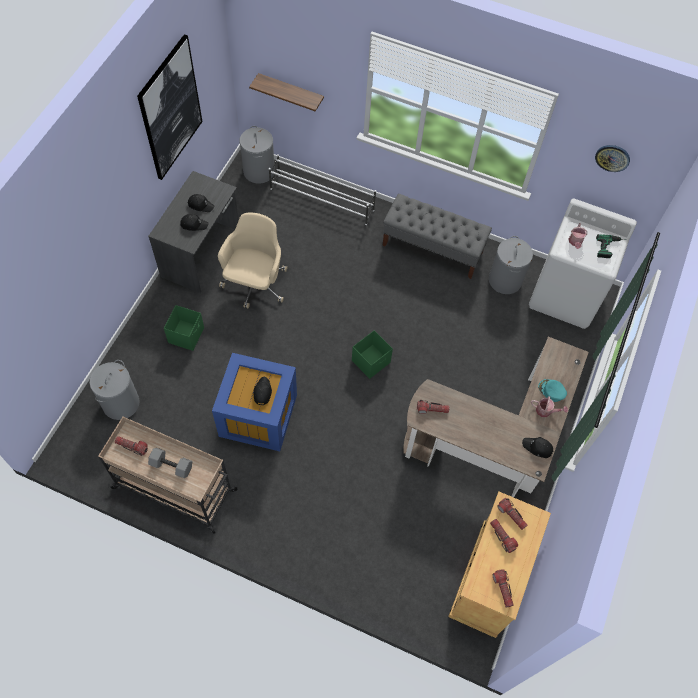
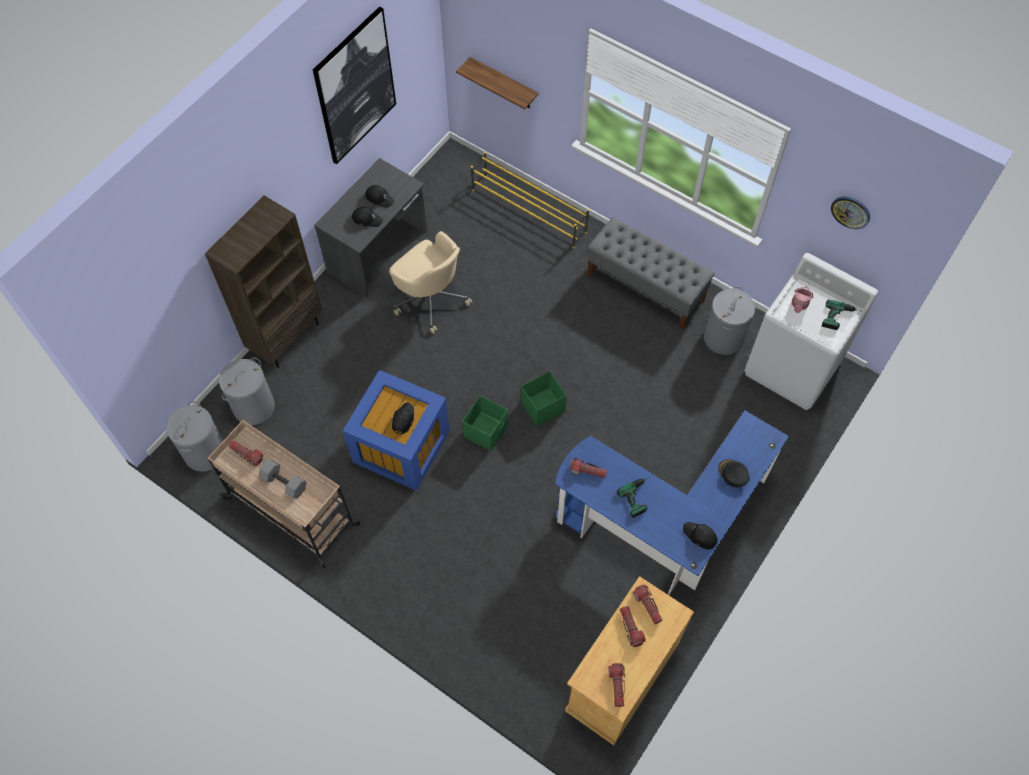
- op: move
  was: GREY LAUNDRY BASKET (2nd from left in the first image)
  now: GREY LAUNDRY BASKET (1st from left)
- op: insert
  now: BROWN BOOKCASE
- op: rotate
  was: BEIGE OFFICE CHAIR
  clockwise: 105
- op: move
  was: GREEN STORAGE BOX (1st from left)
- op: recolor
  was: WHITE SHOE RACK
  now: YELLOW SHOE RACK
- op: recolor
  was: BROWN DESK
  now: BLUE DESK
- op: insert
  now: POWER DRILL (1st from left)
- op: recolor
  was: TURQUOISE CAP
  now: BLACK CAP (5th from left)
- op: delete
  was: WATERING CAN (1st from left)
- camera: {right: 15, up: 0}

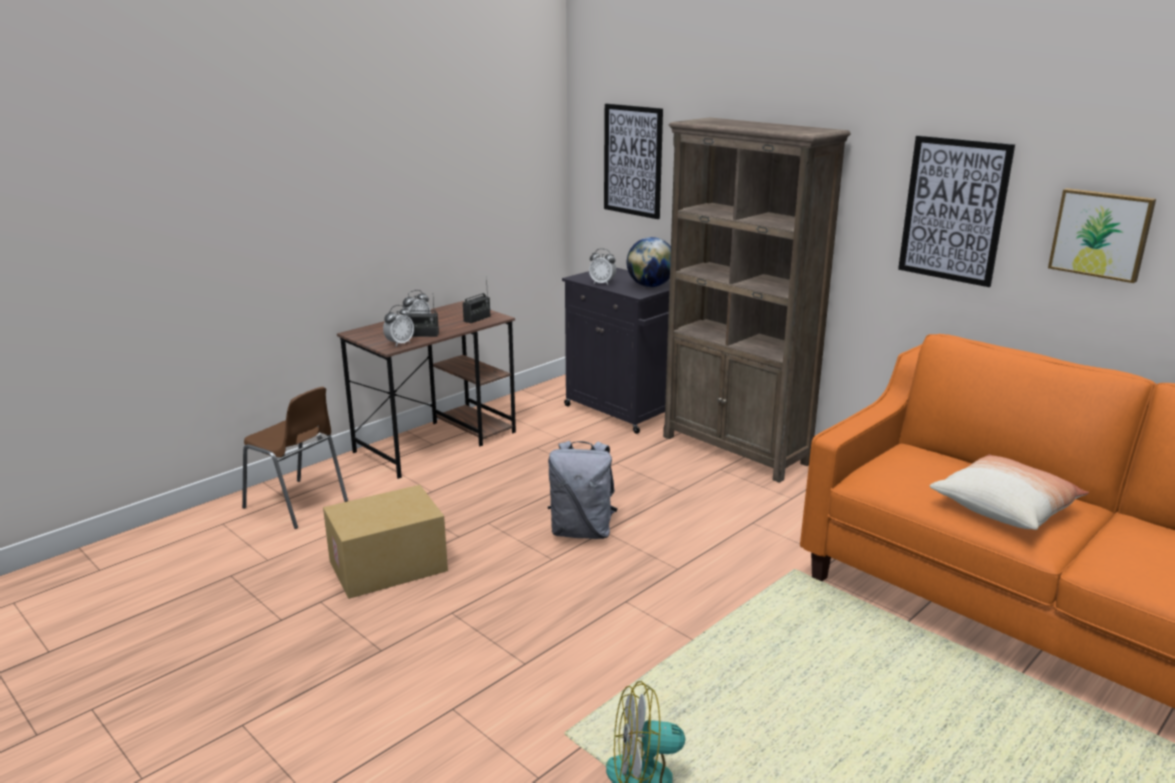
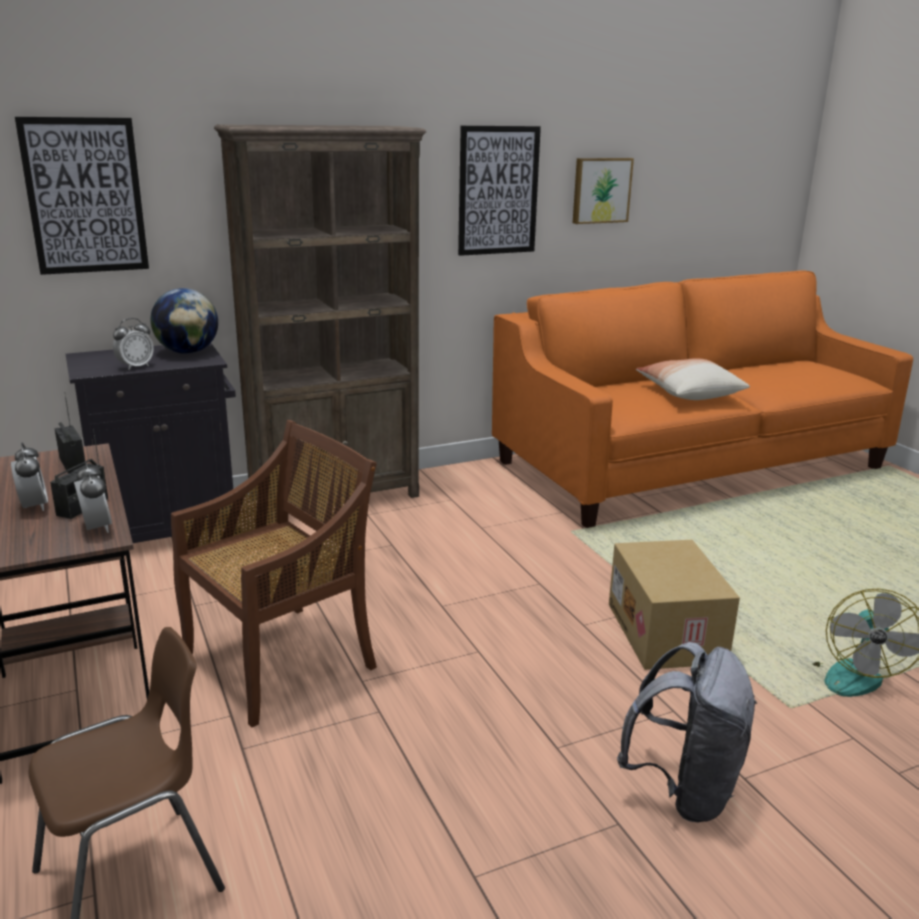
- op: insert
  now: BROWN CHAIR (2nd from left)
- op: move
  was: CARDBOARD BOX
- op: move
  was: GREY BACKPACK
- camera: {right: -70, up: 0}

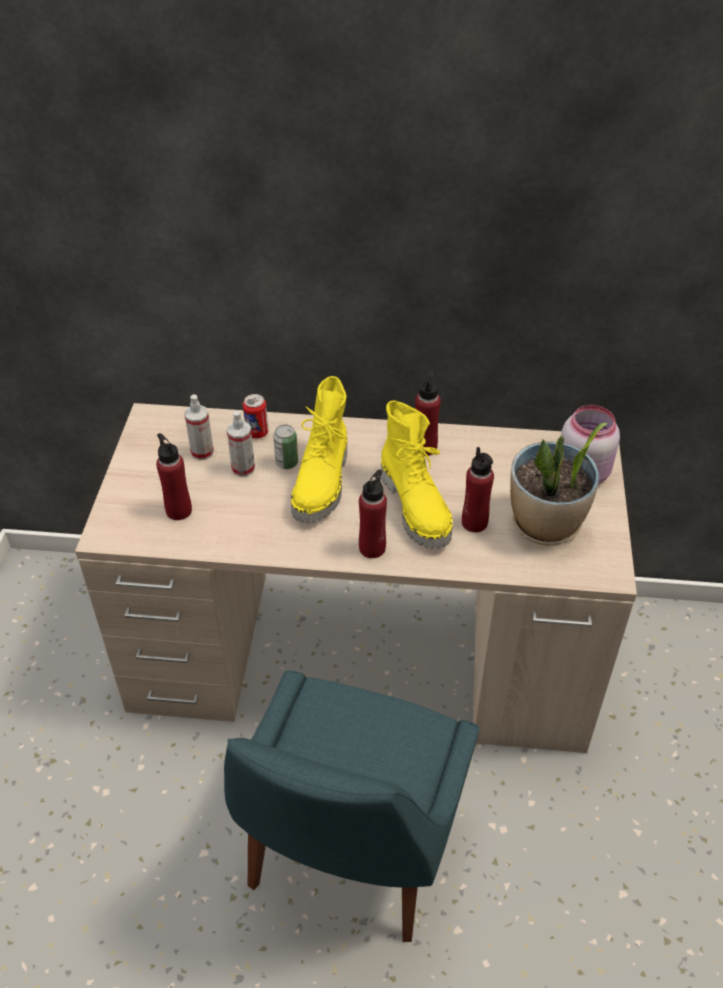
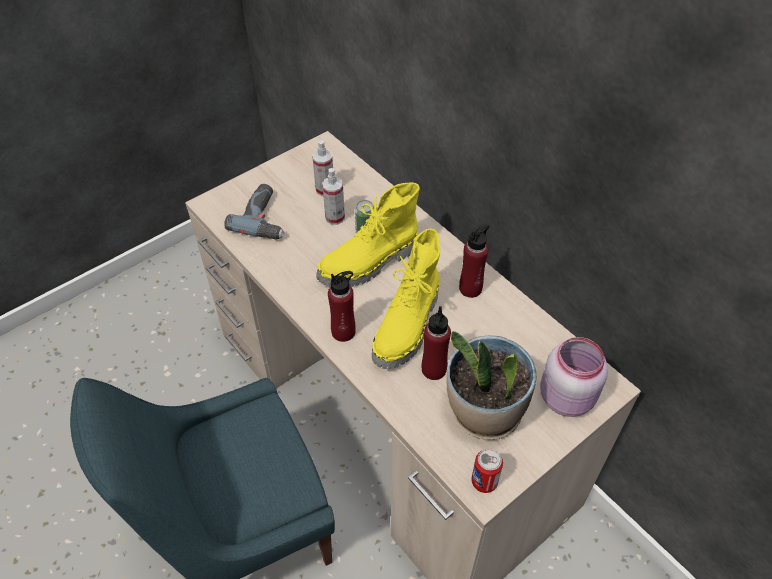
- op: replace
  was: RED BOTTLE (1st from left)
  now: POWER DRILL
- op: move
  was: CAN (1st from left in the first image)
  now: CAN (2nd from left)
- camera: {right: 45, up: 5}

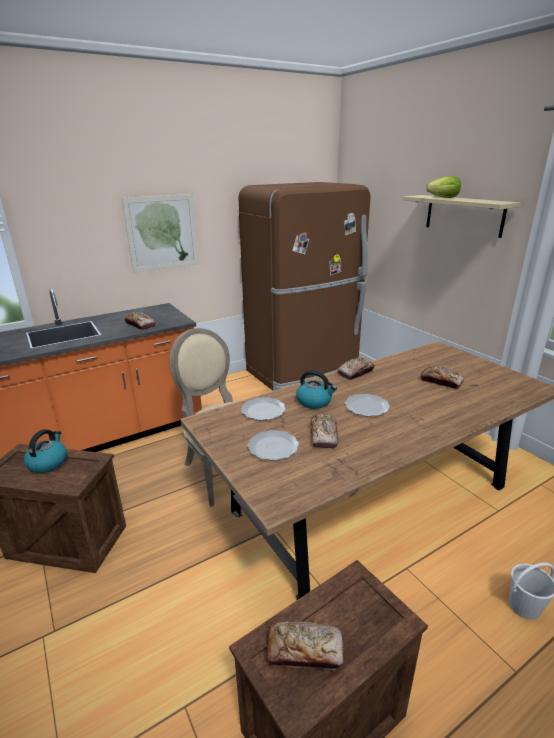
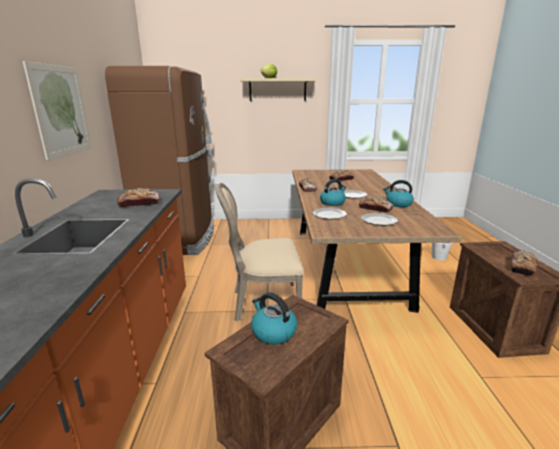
- op: insert
  now: KETTLE (3rd from left)
- camera: {right: -60, up: -5}

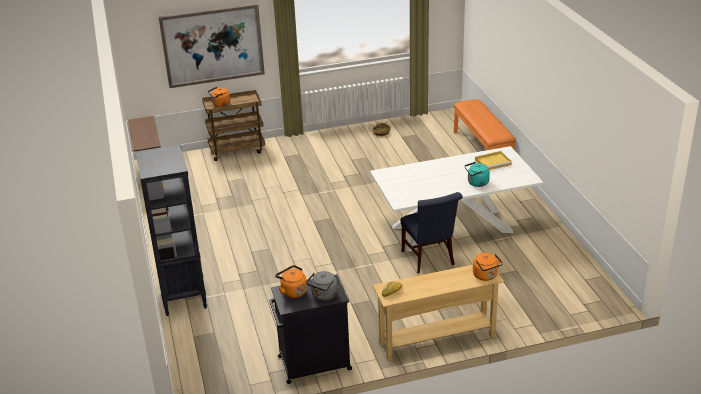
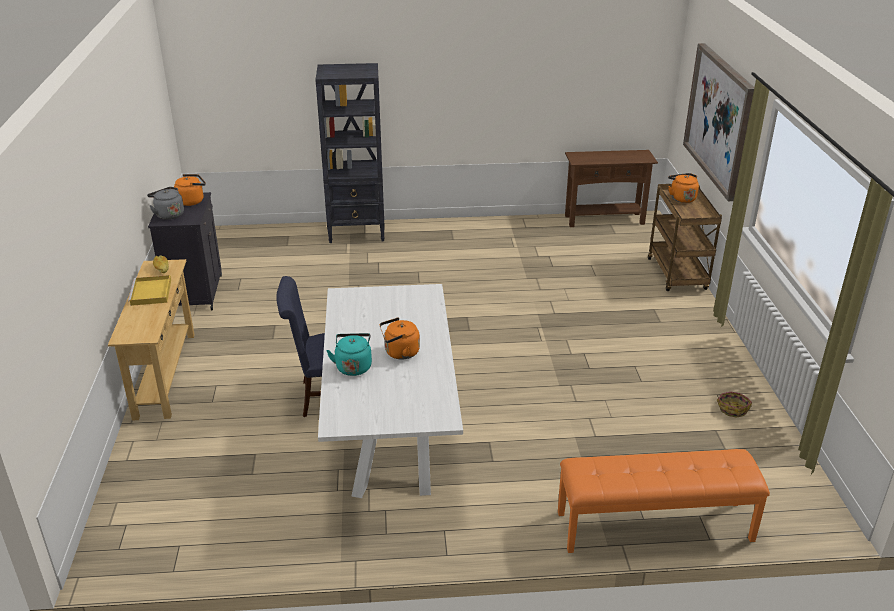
- op: move
  was: YELLOW TRAY
- op: move
  was: ORANGE KETTLE (3rd from left in the first image)
  now: ORANGE KETTLE (2nd from left)
- camera: {right: 100, up: 0}

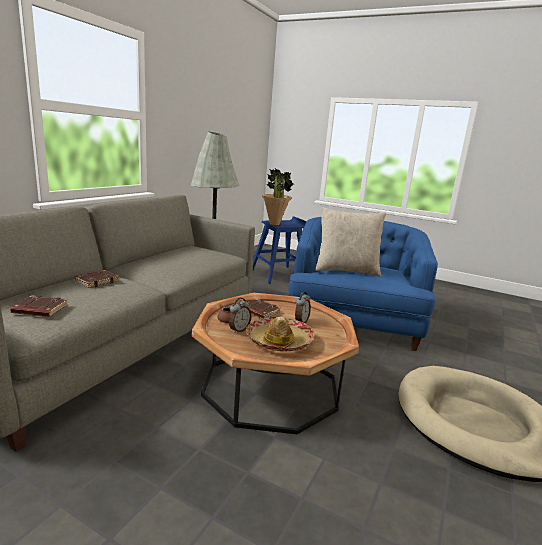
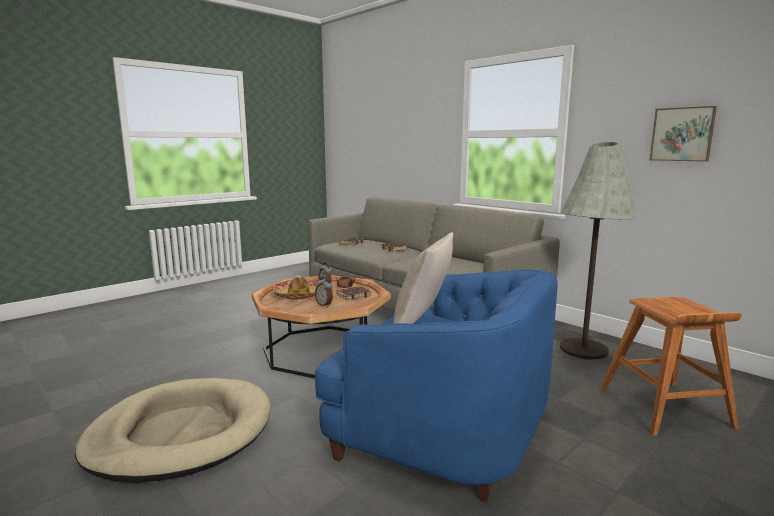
- op: recolor
  was: BLUE STOOL
  now: BROWN STOOL
- op: insert
  now: PICTURE
- op: delete
  was: POTTED PLANT
- camera: {right: 110, up: -5}

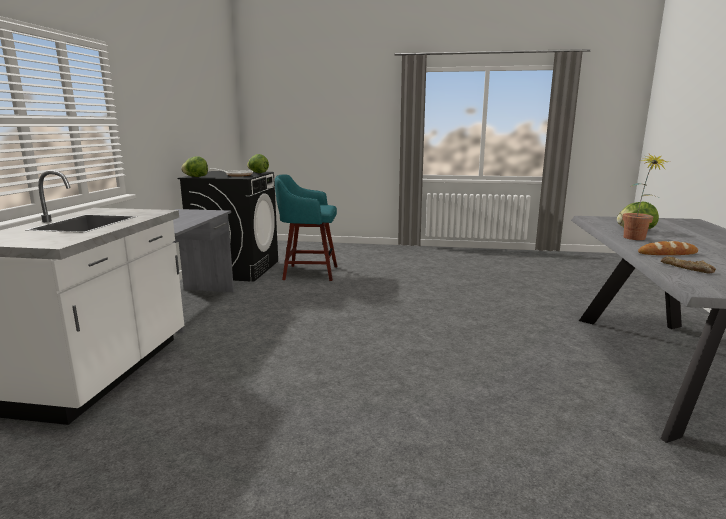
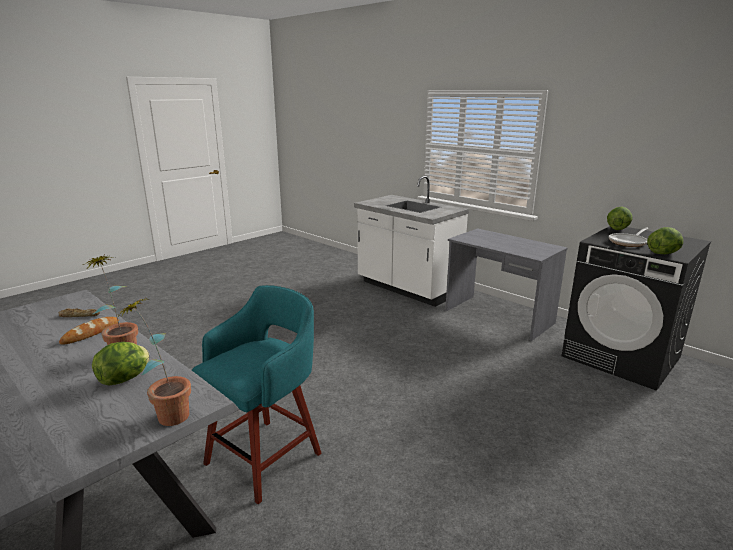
- op: insert
  now: POTTED PLANT (2nd from left)
- op: move
  was: TURQUOISE STOOL
- camera: {right: 125, up: 5}

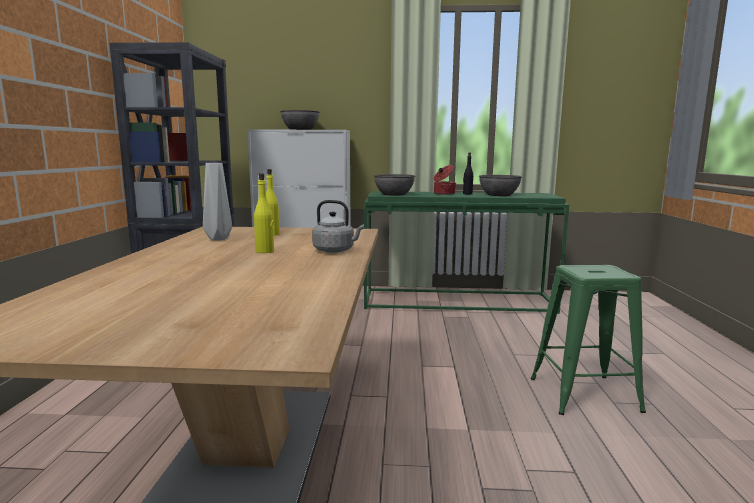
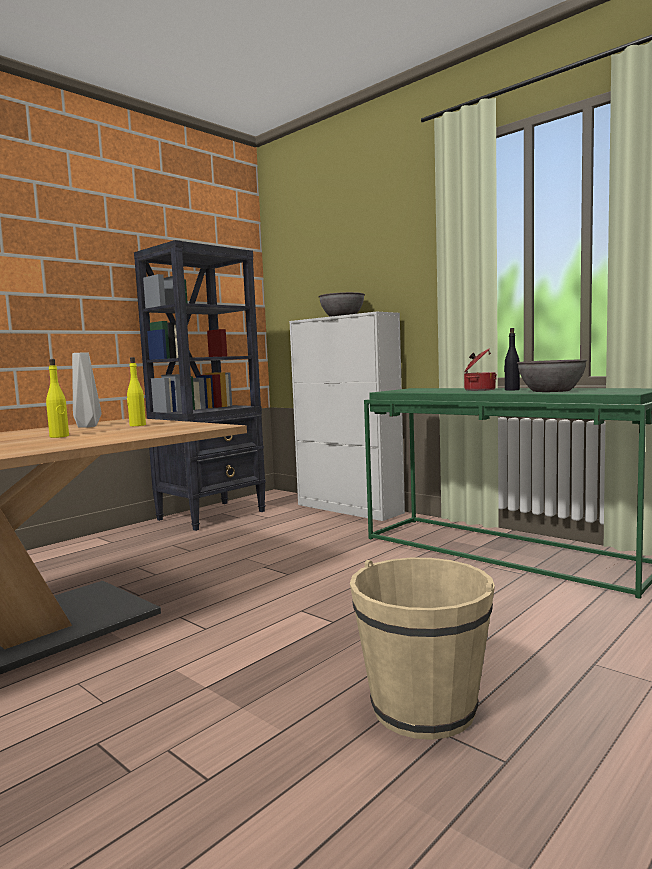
- op: replace
  was: GREEN STOOL
  now: BEIGE BUCKET
- op: delete
  was: GREY KETTLE
- op: delete
  was: GREY BOWL (2nd from left)
- camera: {right: 40, up: -5}

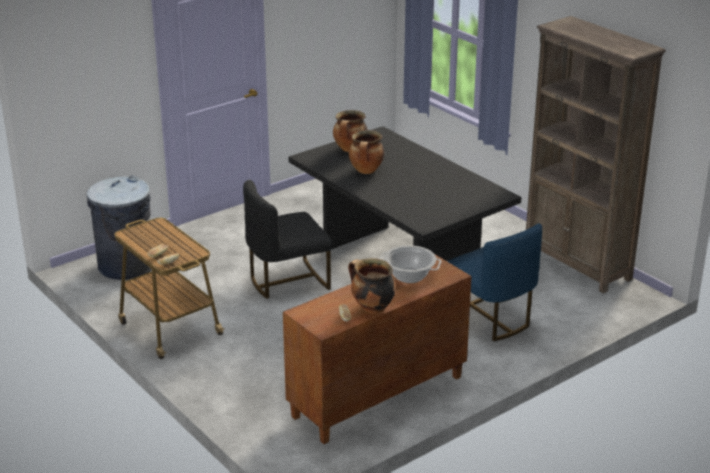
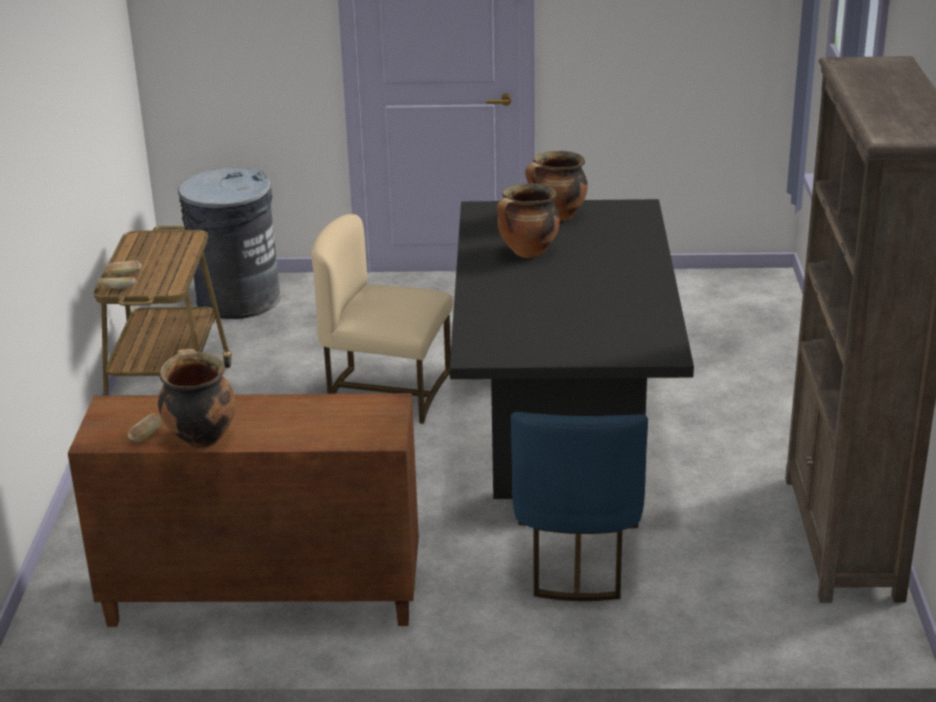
- op: recolor
  was: BLACK CHAIR
  now: BEIGE CHAIR
- op: delete
  was: COOKING POT (4th from left)
- camera: {right: 40, up: 0}

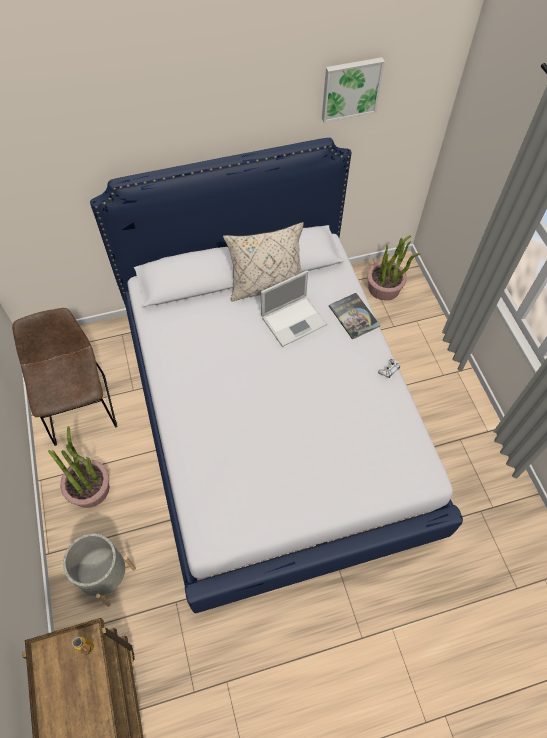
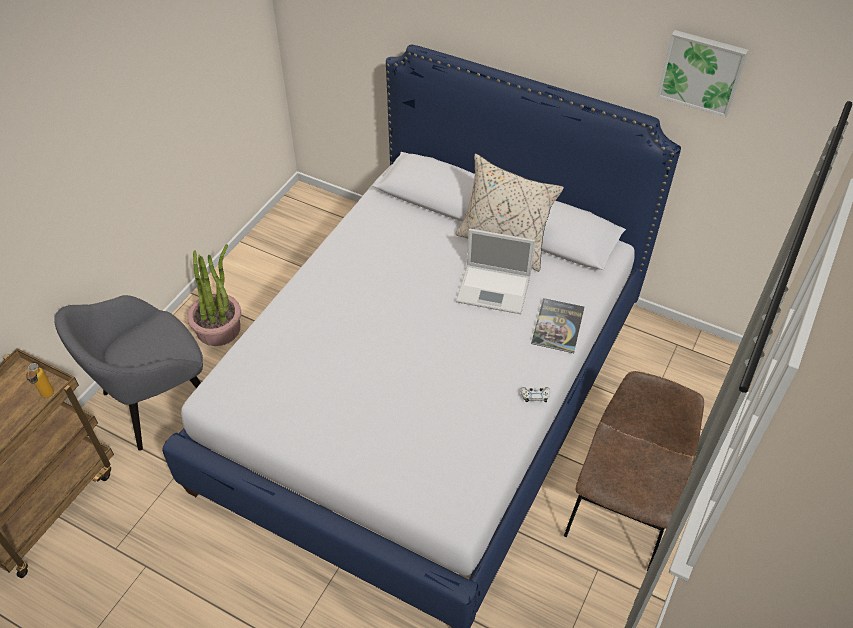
- op: replace
  was: GREY PLANTER
  now: GREY ARMCHAIR
- op: move
  was: BROWN CHAIR
- op: delete
  was: POTTED PLANT (2nd from left)
- camera: {right: 45, up: -10}

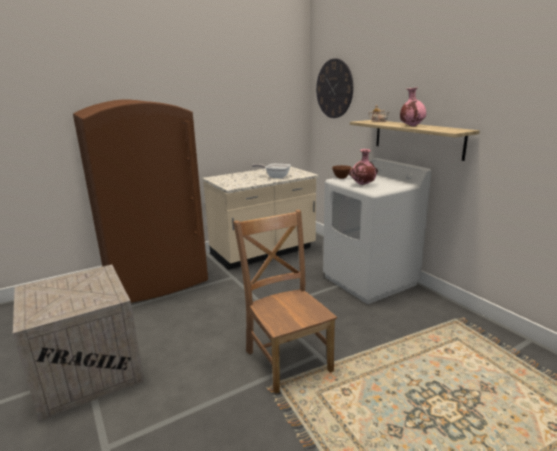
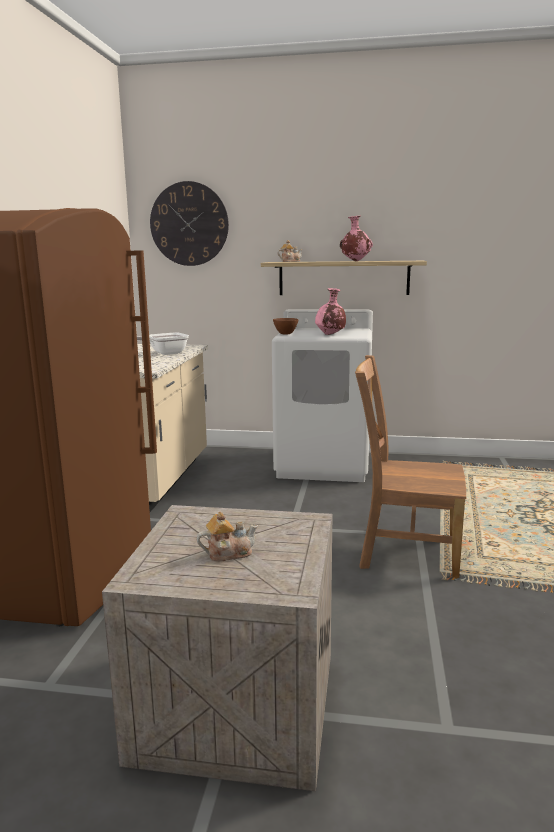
- op: insert
  now: TEAPOT (1st from left)
- camera: {right: -50, up: -5}

